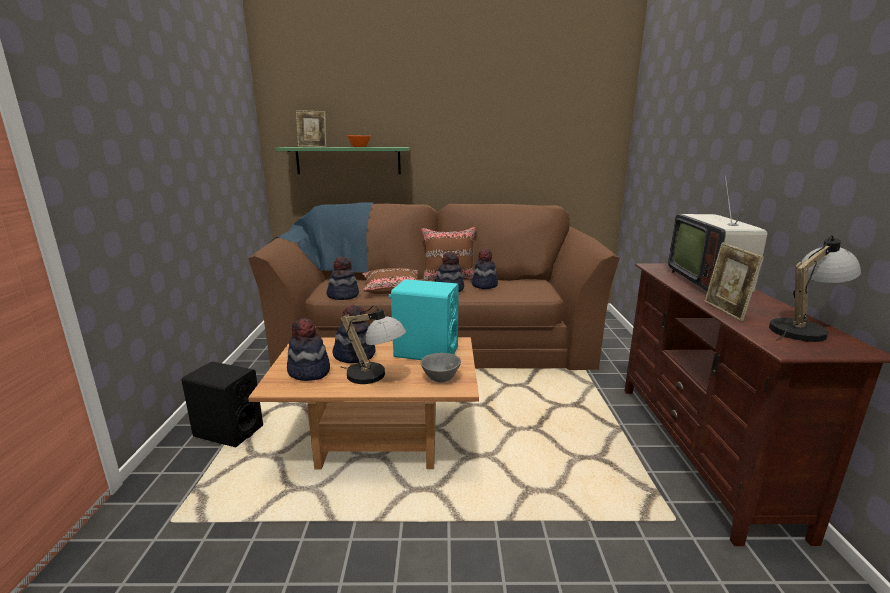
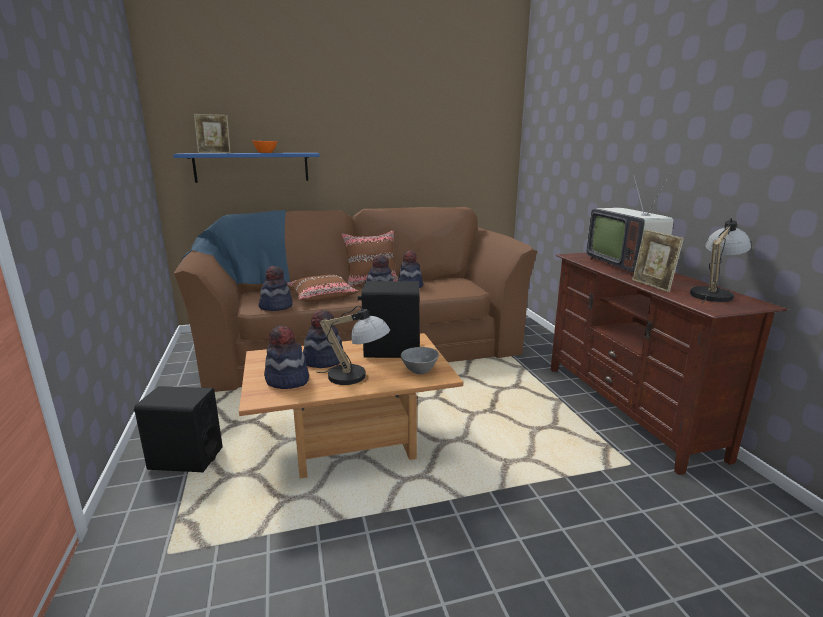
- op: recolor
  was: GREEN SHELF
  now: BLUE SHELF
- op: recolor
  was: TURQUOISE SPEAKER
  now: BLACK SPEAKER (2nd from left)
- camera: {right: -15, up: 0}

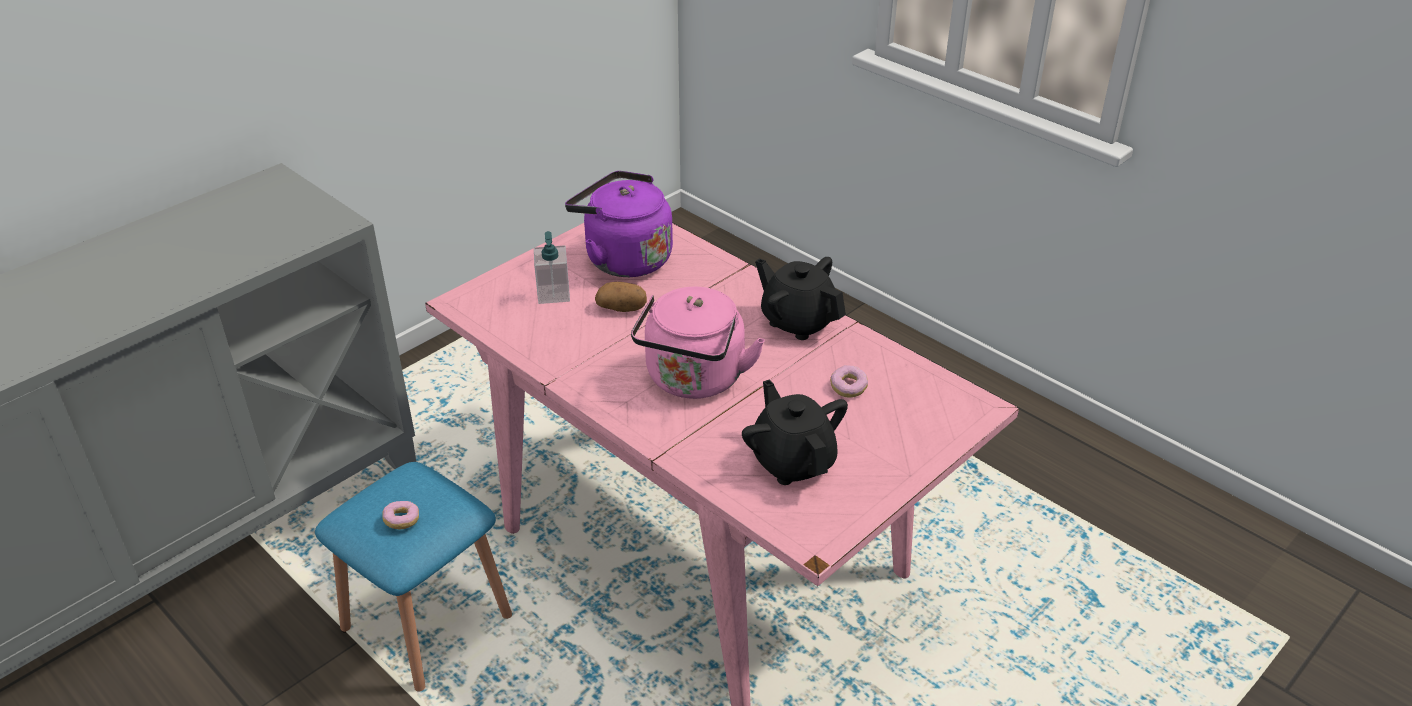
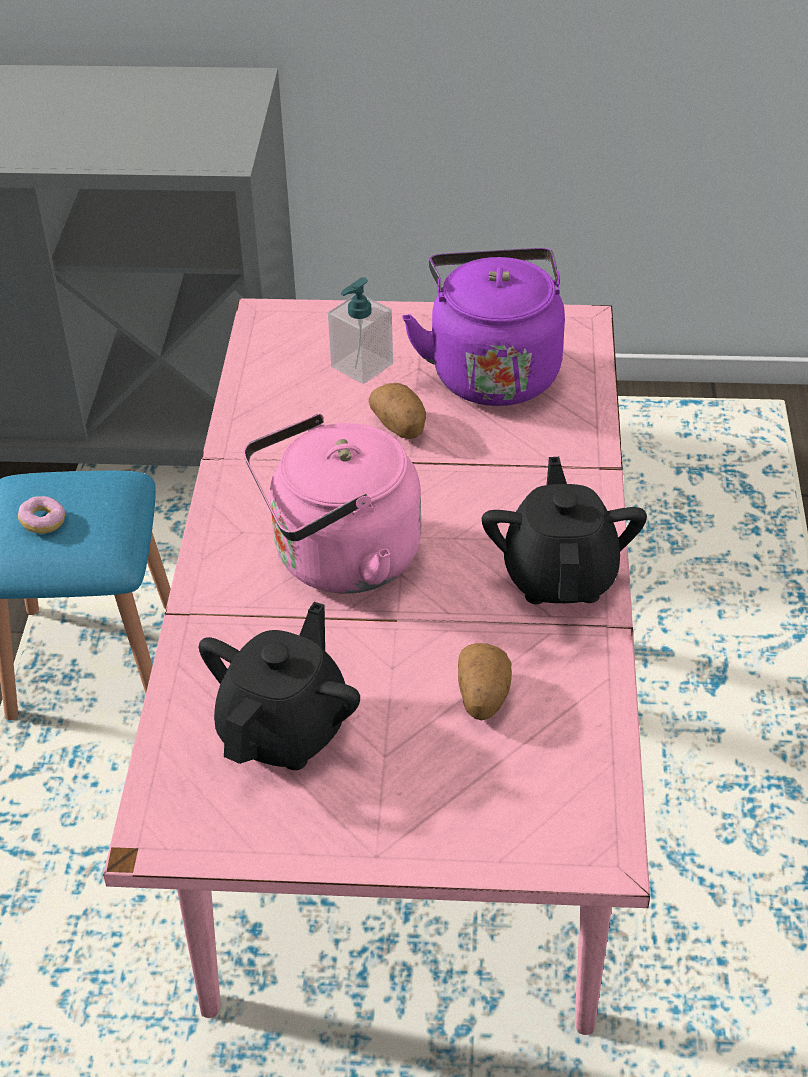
- op: replace
  was: DONUT (2nd from left)
  now: POTATO (2nd from left)
- camera: {right: 50, up: 5}

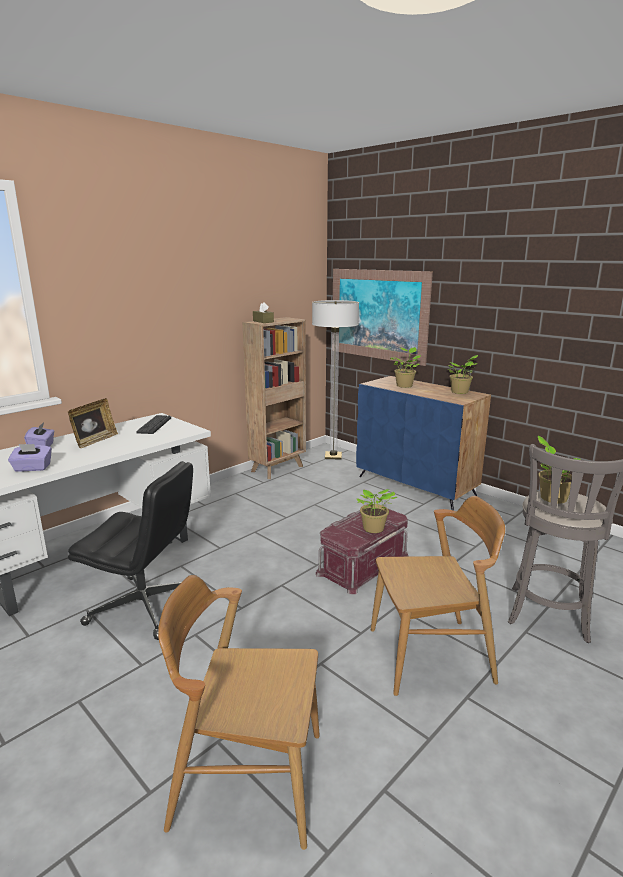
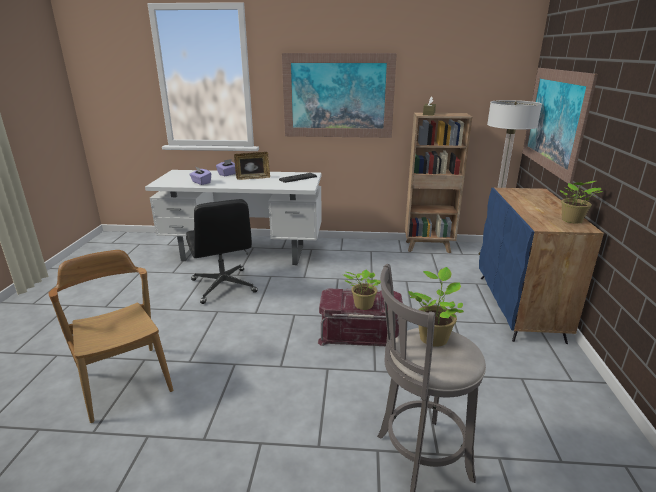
- op: insert
  now: PICTURE (1st from left)
- op: delete
  was: BROWN CHAIR (2nd from left)
- op: delete
  was: POTTED PLANT (2nd from left)
- camera: {right: 50, up: 5}

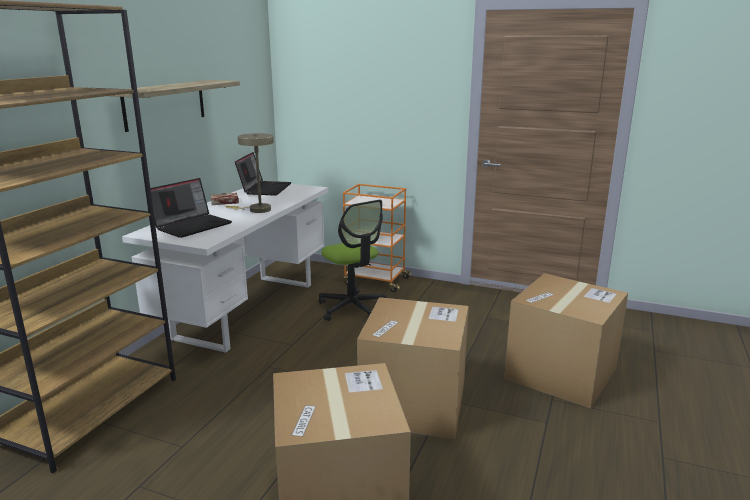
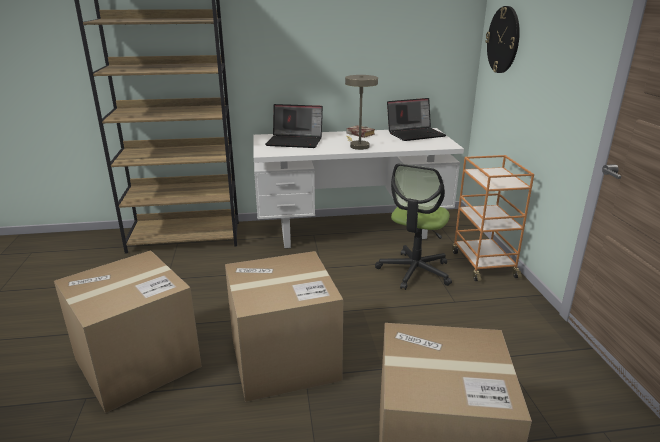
- op: insert
  now: WALL CLOCK
- op: delete
  was: SHELF
- camera: {right: 60, up: 5}

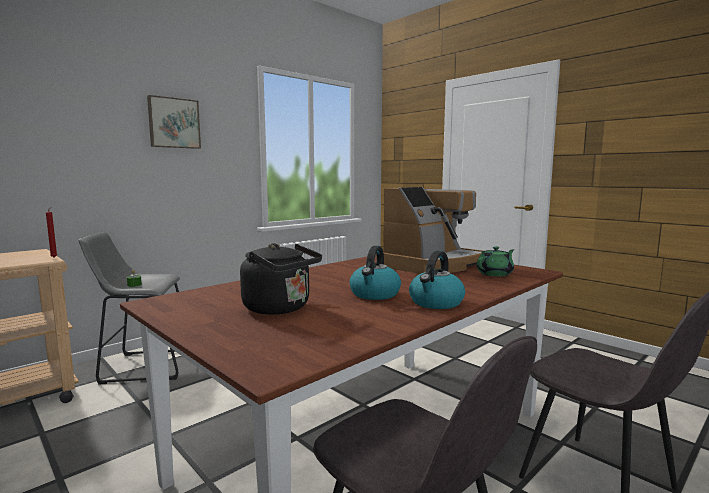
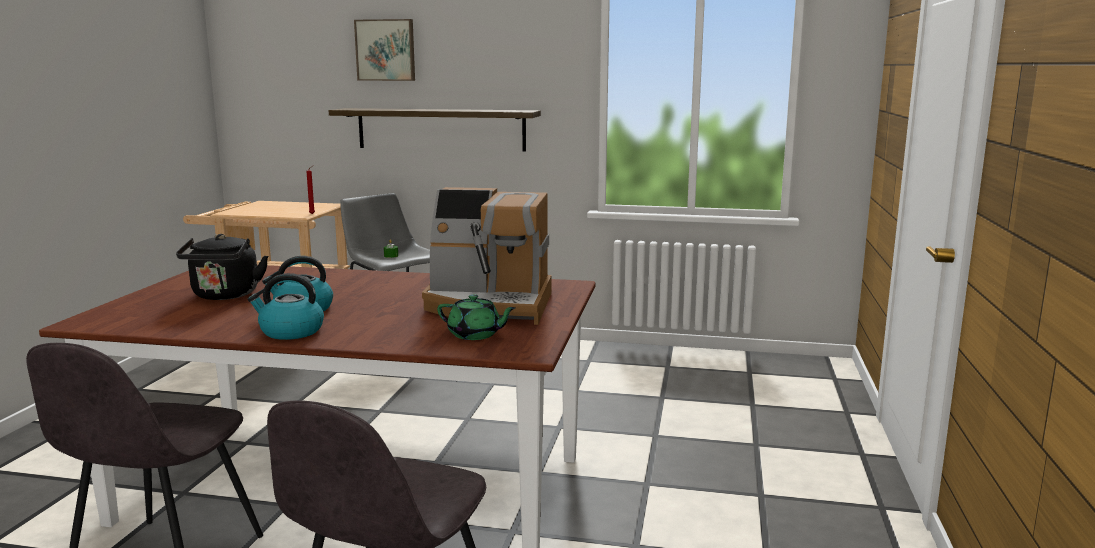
- op: insert
  now: SHELF
- op: move
  was: PICTURE
- camera: {right: 55, up: 5}

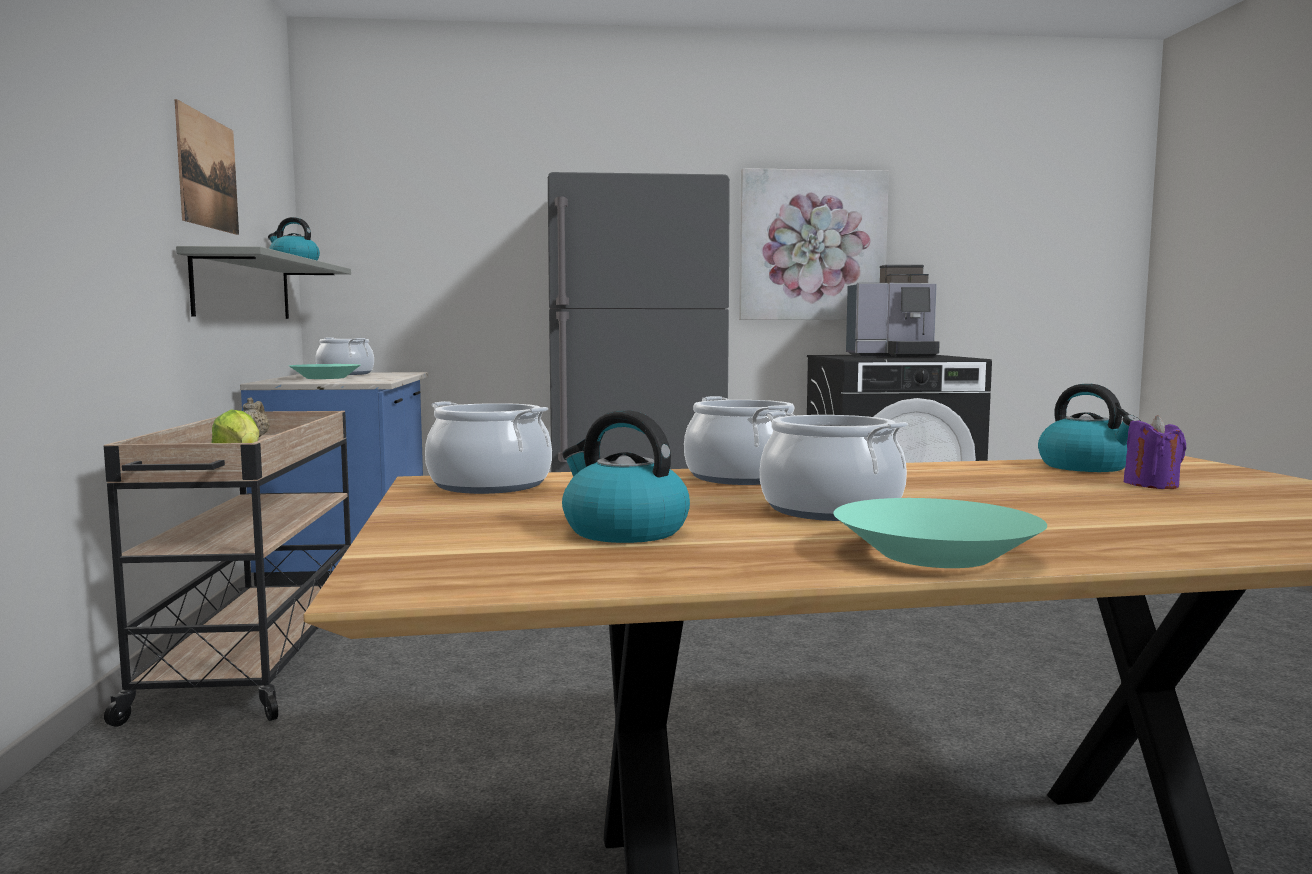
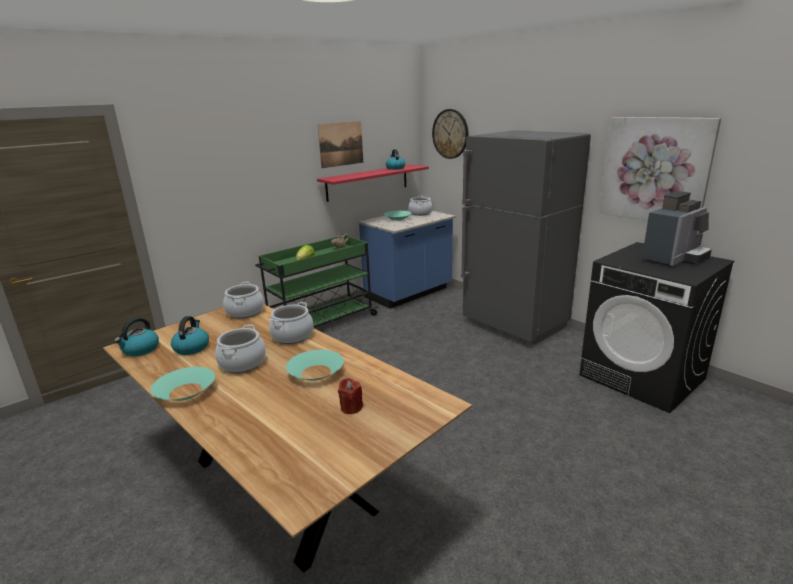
- op: move
  was: KETTLE (3rd from left in the first image)
  now: KETTLE (1st from left)
- op: recolor
  was: BEIGE CART
  now: GREEN CART
- op: insert
  now: TURQUOISE BOWL (2nd from left)
- op: recolor
  was: GREY SHELF
  now: RED SHELF
- op: recolor
  was: PURPLE CANDLE
  now: RED CANDLE
- op: insert
  now: WALL CLOCK
- op: rotate
  was: COFFEE MACHINE
  clockwise: -90
- camera: {right: 55, up: 15}

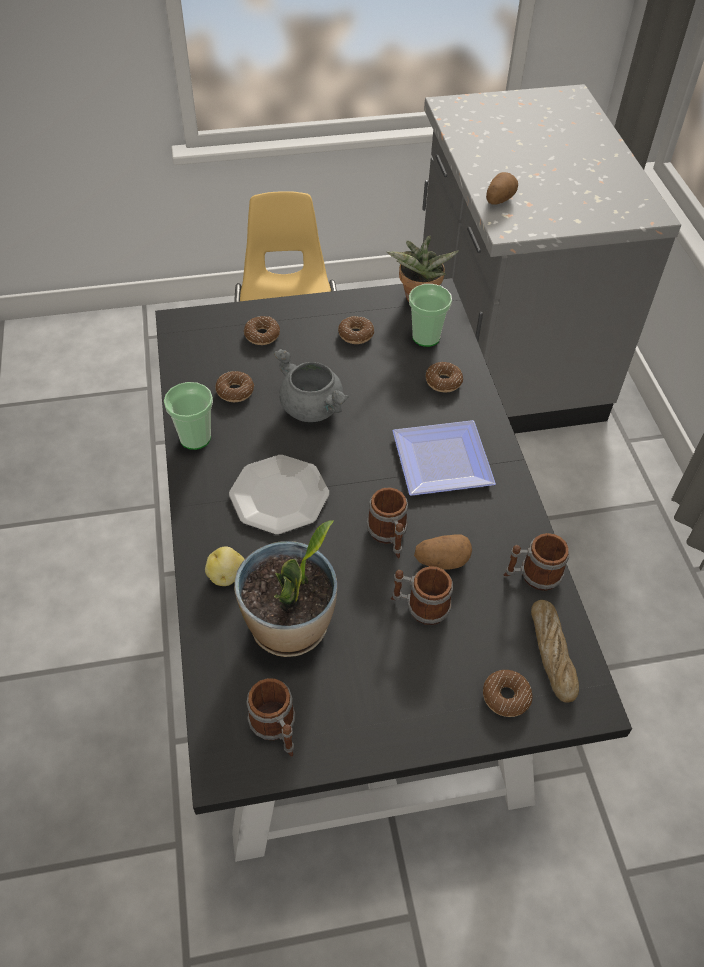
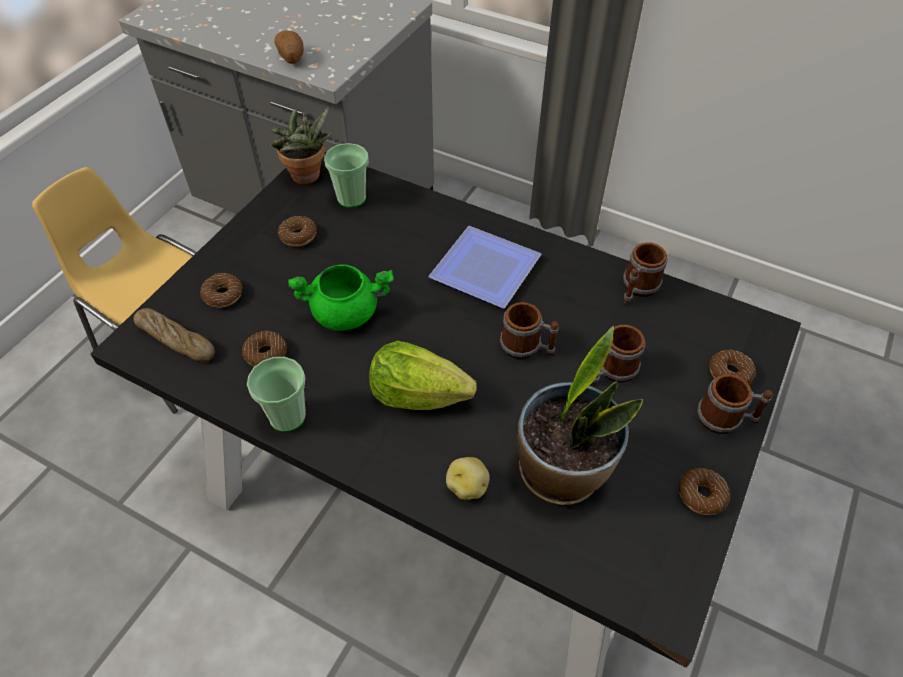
- op: move
  was: BREAD
- op: recolor
  was: GREY COOKING POT
  now: GREEN COOKING POT
- op: replace
  was: PLATE (1st from left)
  now: LETTUCE
- op: move
  was: DONUT (4th from left)
- op: move
  was: MUG (1st from left in the first image)
  now: MUG (4th from left)
- op: delete
  was: POTATO (2nd from left)
- camera: {right: -50, up: 0}

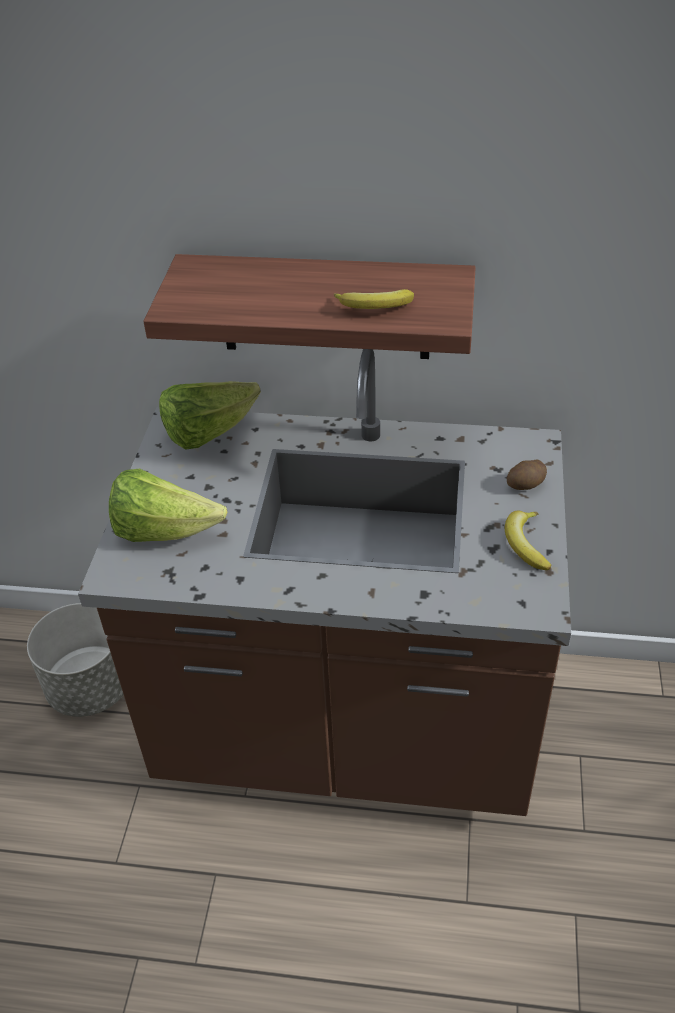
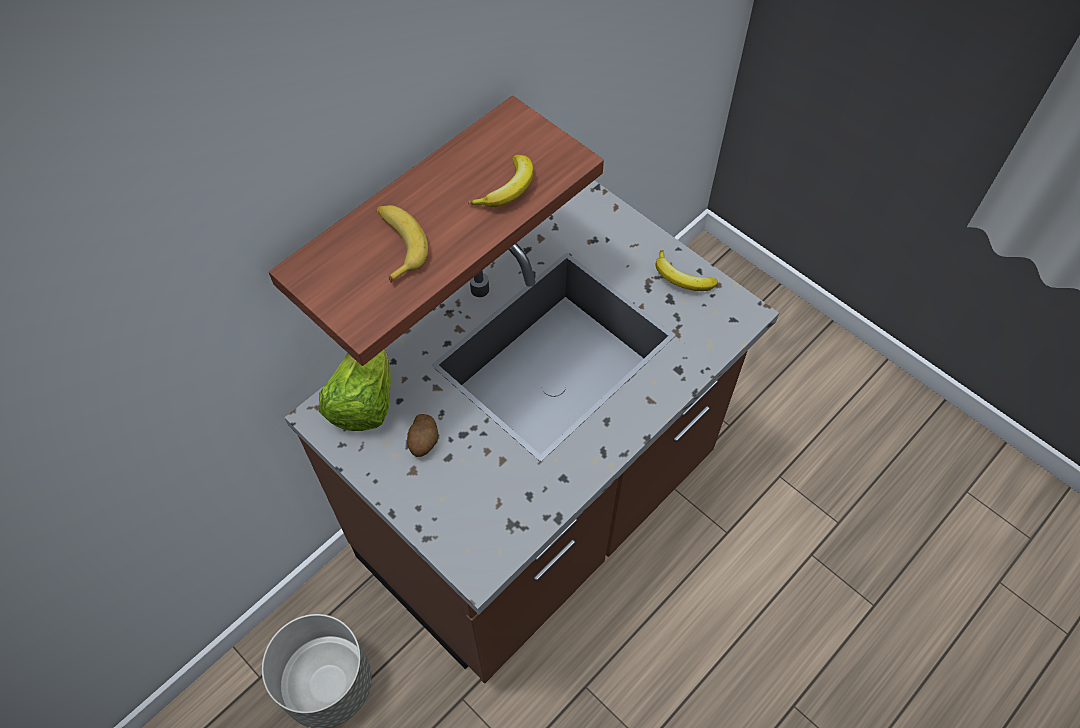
- op: insert
  now: BANANA (1st from left)
- op: move
  was: POTATO
- op: delete
  was: LETTUCE (1st from left)
- camera: {right: -55, up: 15}

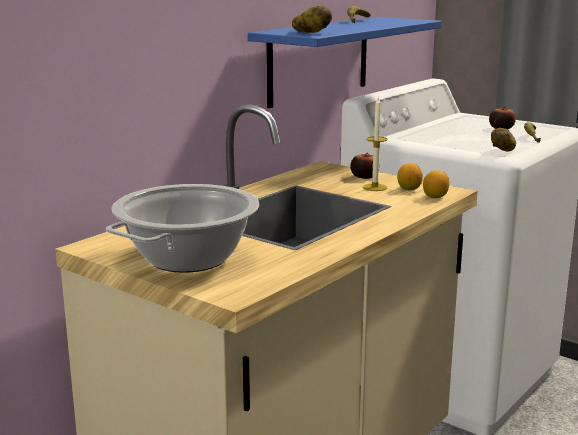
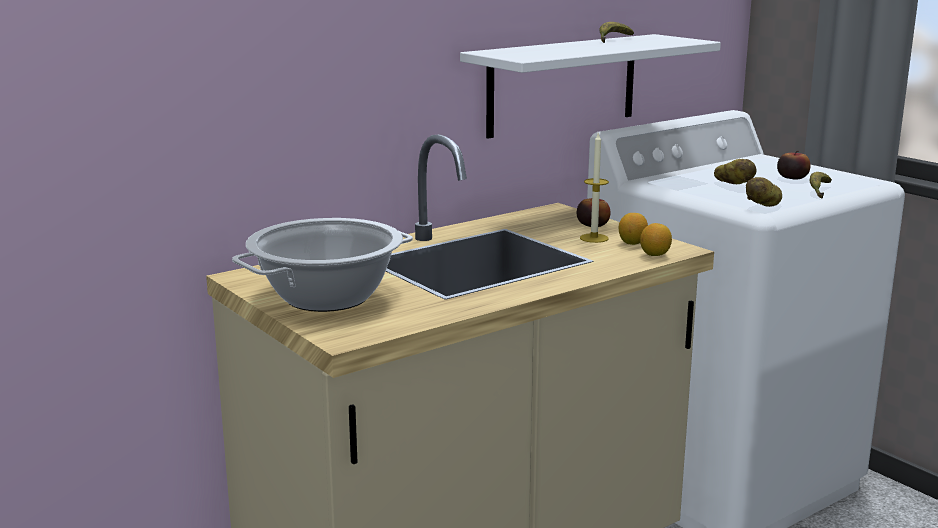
- op: recolor
  was: BLUE SHELF
  now: WHITE SHELF
- op: move
  was: POTATO (1st from left)
- camera: {right: 15, up: 0}

